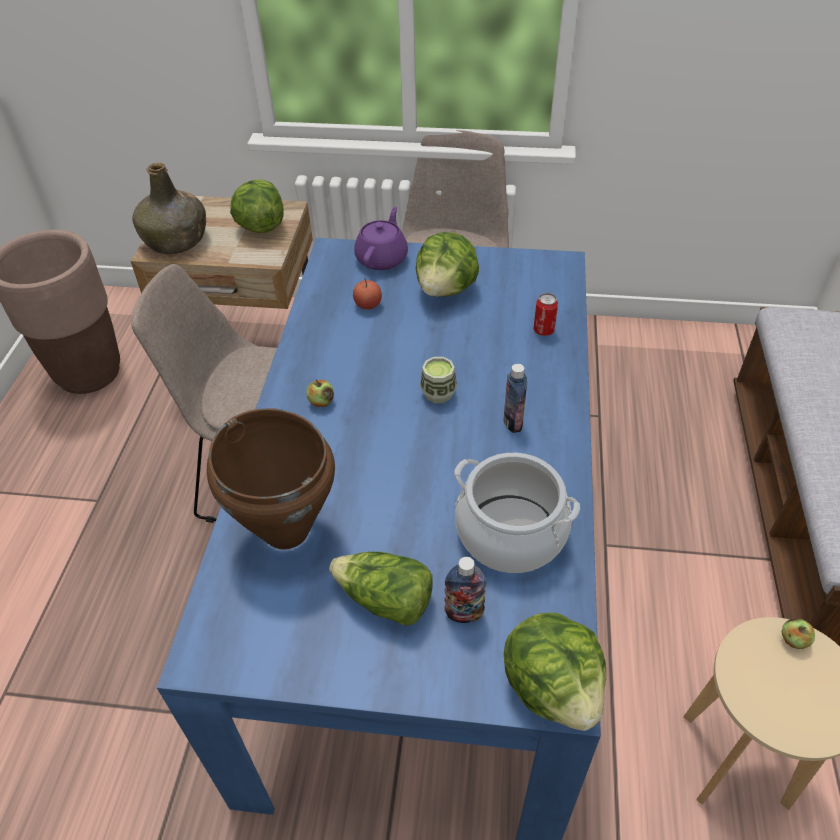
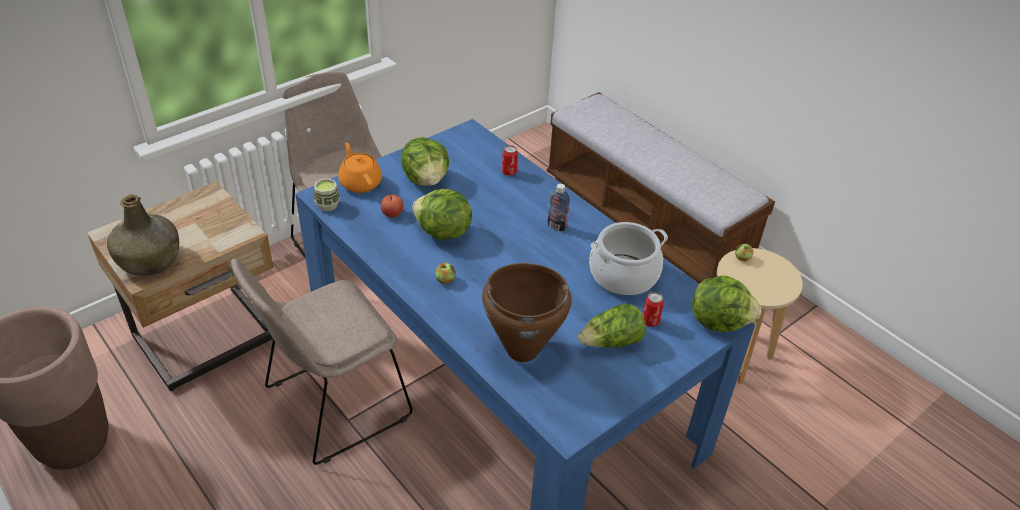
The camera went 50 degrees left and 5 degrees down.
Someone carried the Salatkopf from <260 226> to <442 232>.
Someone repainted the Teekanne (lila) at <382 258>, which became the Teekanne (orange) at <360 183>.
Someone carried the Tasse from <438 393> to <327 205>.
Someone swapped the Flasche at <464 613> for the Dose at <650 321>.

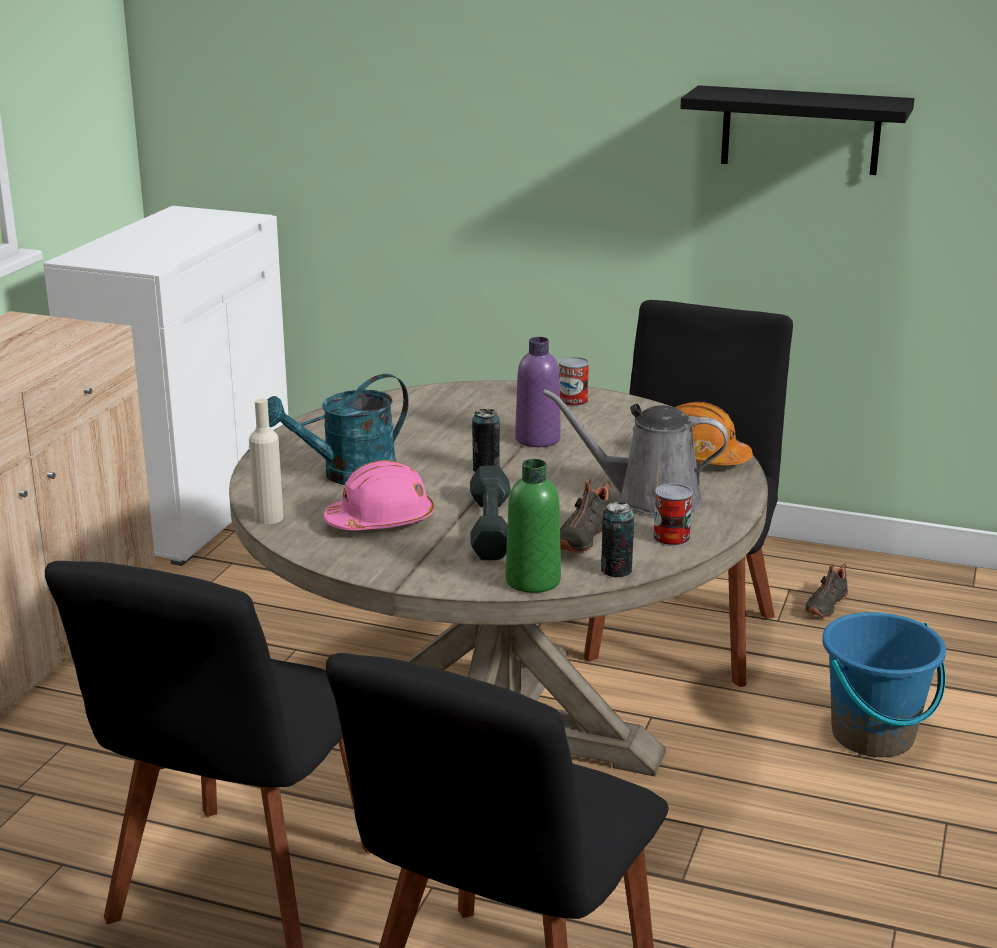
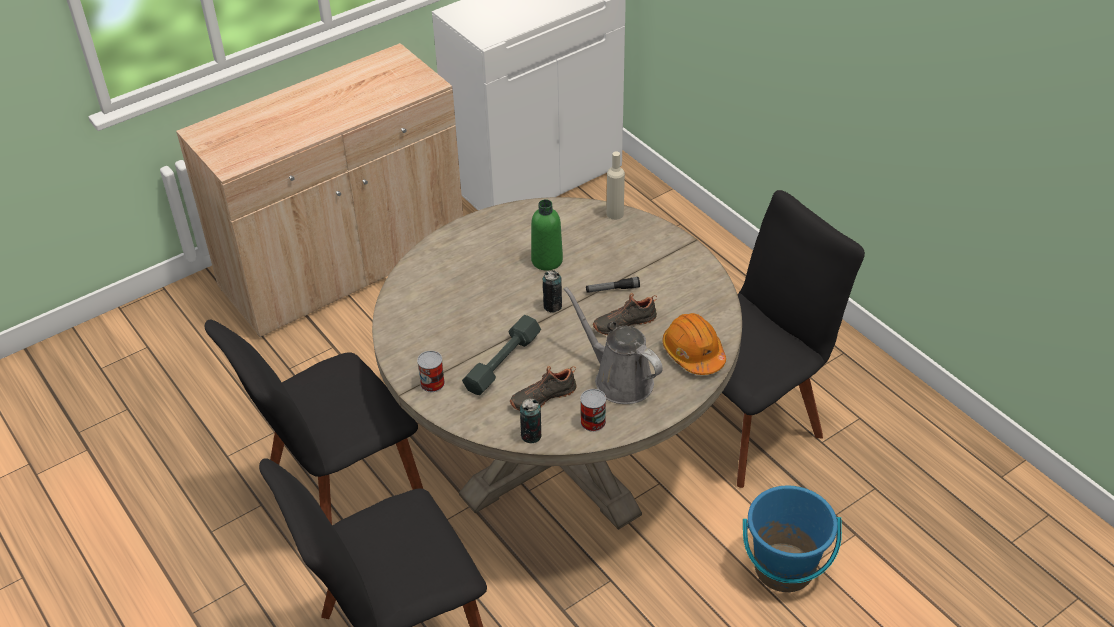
The camera went 35 degrees right and 20 degrees up.
Someone carried the Flasche (beige) from <269 518> to <615 214>.
Someone took away the Gießkanne (türkis) at <347 475>.
Someone took away the Schutzhelm (rosa) at <381 521>.
Someone carried the Flasche (grün) from <533 581> to <547 260>.
Someone swapped the Flasche (lila) at <537 439> for the Taschenlampe at <612 289>.
Someone carried the Dose from <572 401> to <432 383>.
Someone took away the Wandregal (schwarz) at <800 130>.
Someone carried the Schuh (schwarz) from <824 605> to <624 322>.

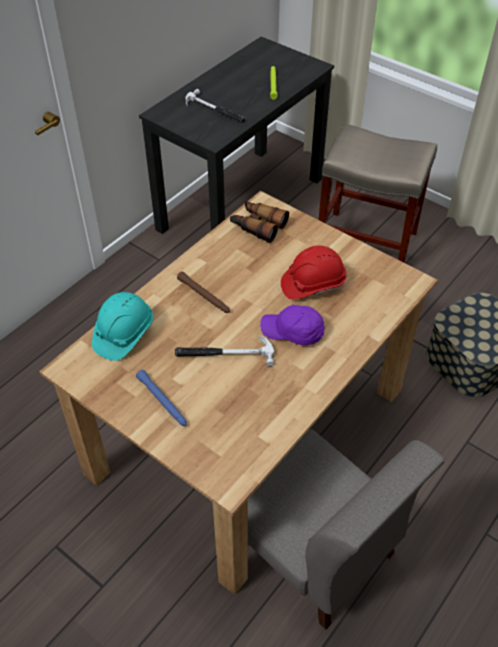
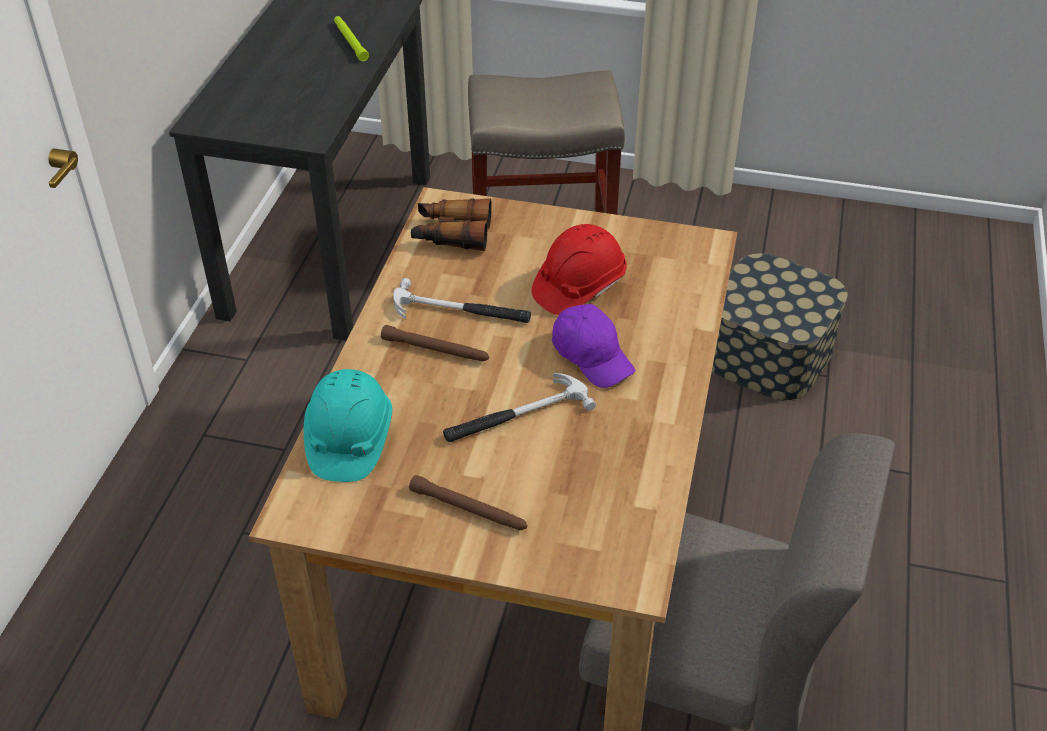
The camera went 25 degrees left and 5 degrees down.
Someone repainted the Taschenlampe (blau) at <162 401>, which became the Taschenlampe (braun) at <469 509>.
Someone carried the Hammer from <215 110> to <461 311>.
Someone rotated the Kappe (lila) at <293 332> by 120 degrees counterclockwise.

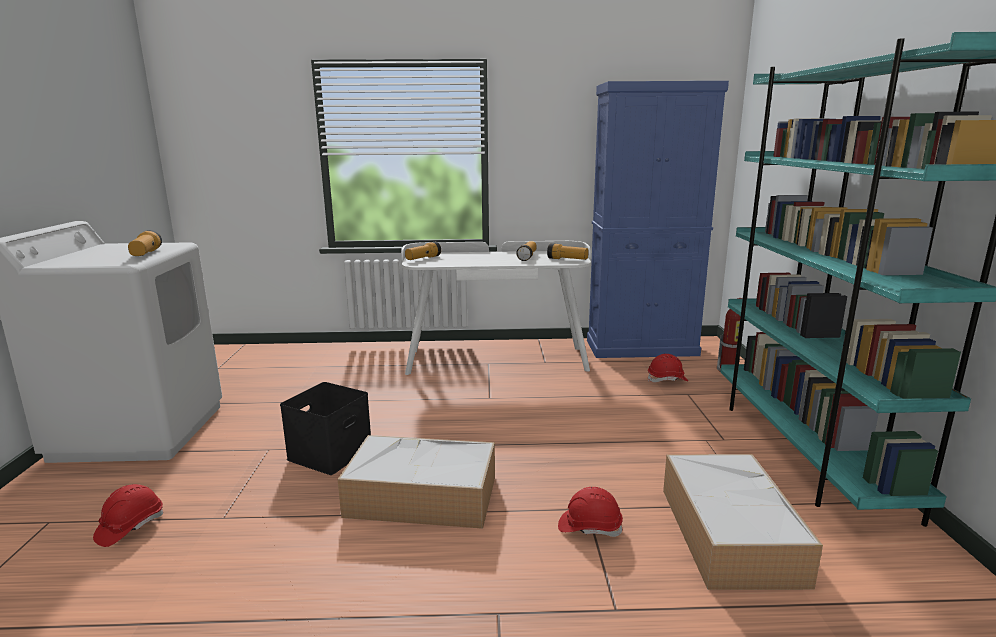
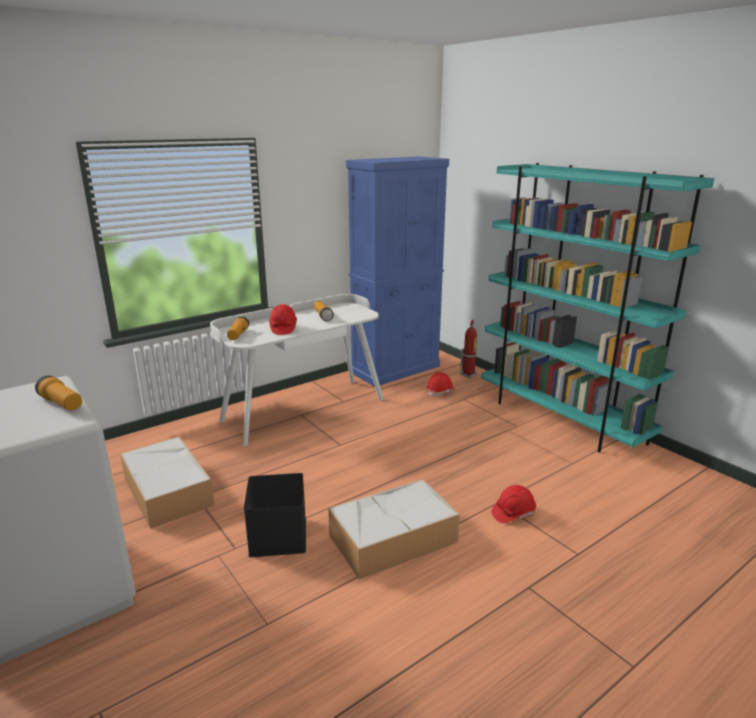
The camera went 35 degrees left and 5 degrees up.
Someone carried the Schutzhelm (rot) from <130 527> to <283 328>.
Someone took away the Taschenlampe at <567 259>.
Someone carried the Aufbewahrungsbox from <728 532> to <167 490>.

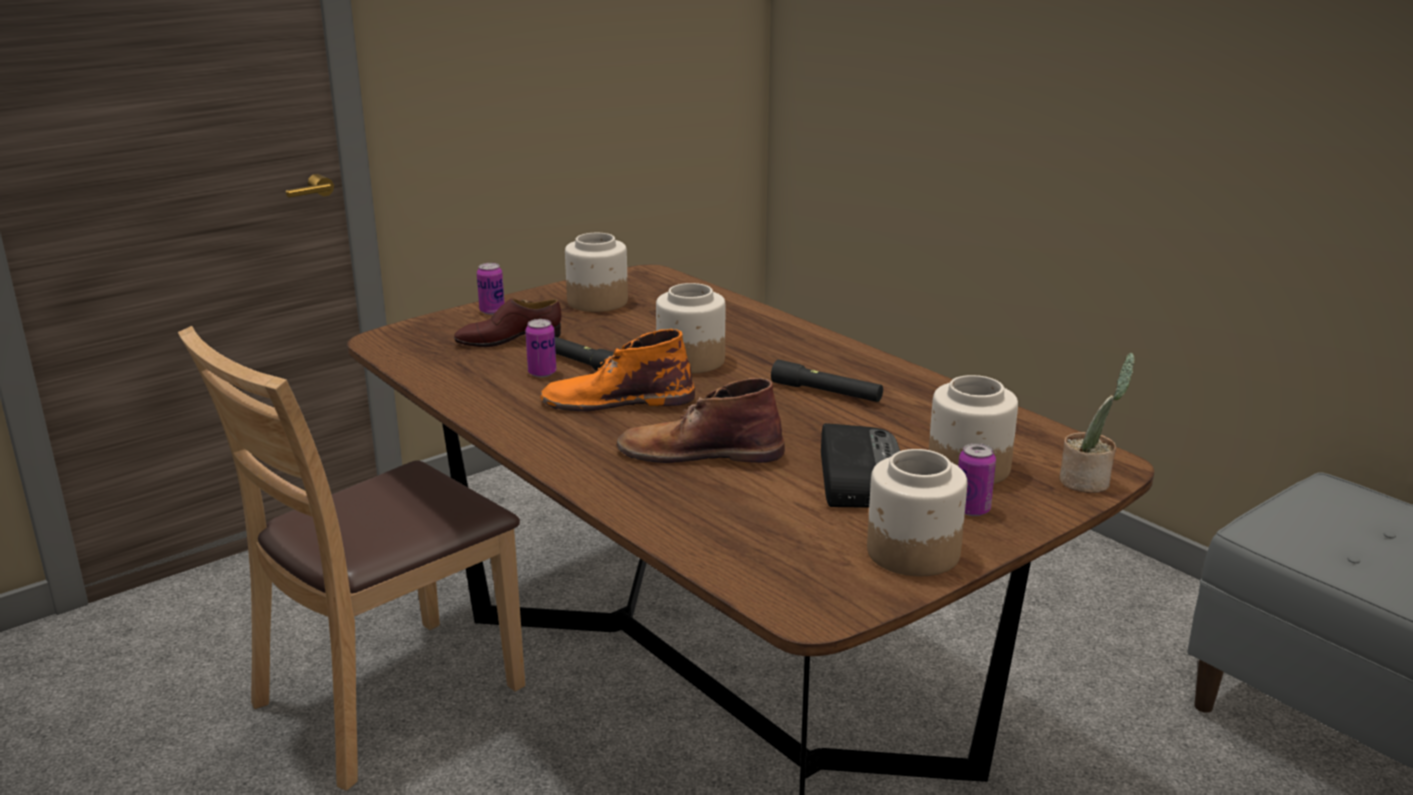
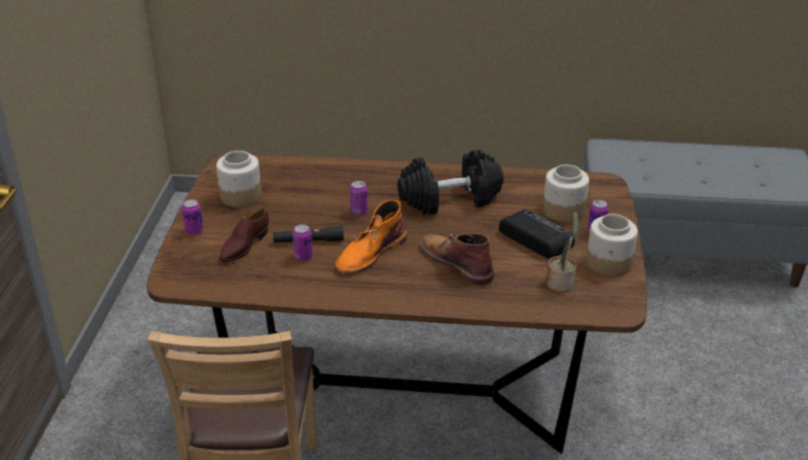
The camera went 45 degrees left and 10 degrees up.
Someone rotated the Stiefel (braun) at <699 452> by 90 degrees clockwise.
Someone swapped the Vorratsglas at <690 360> for the Dose at <359 212>.
Someone swapped the Taschenlampe (schwarz) at <826 392> for the Hantel (schwarz) at <450 199>.
Someone carried the Topfpflanze from <1088 481> to <561 282>.

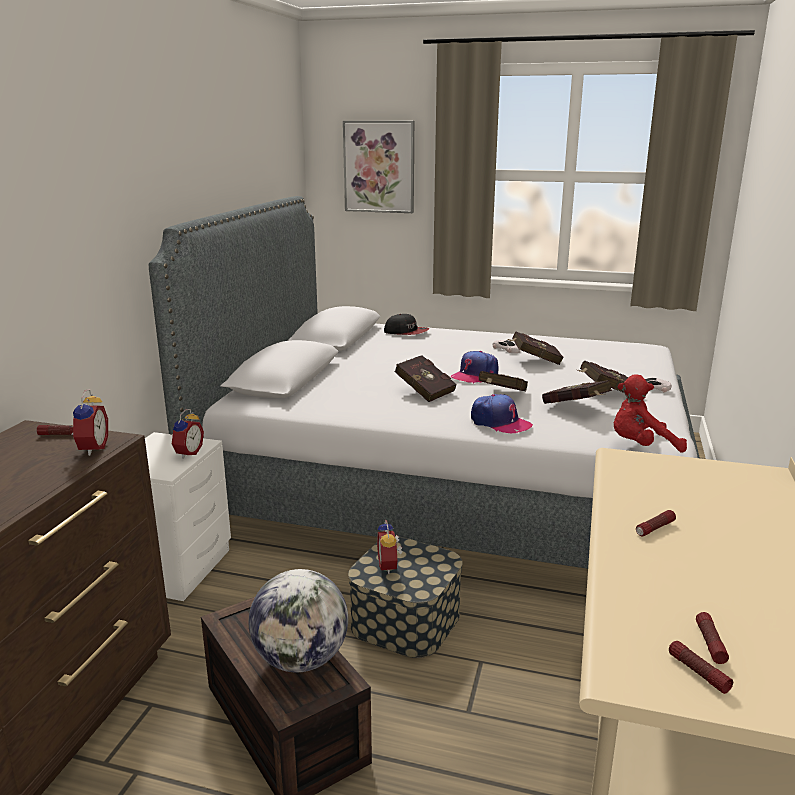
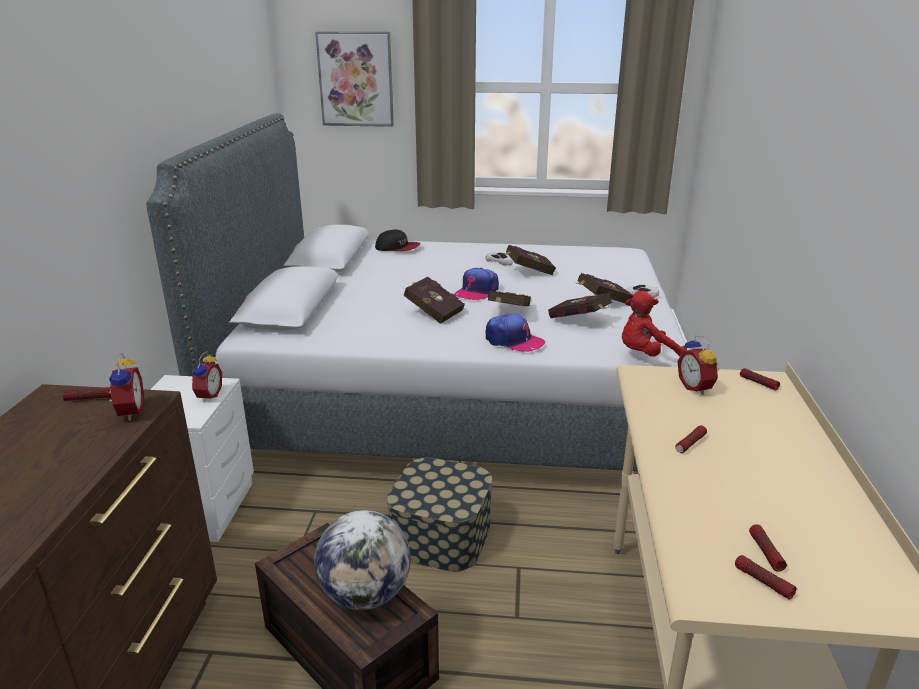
The camera went 10 degrees left and 5 degrees up.
Someone carried the Wecker from <390 566> to <696 387>.
Someone put down the Taschenlampe at <758 383>.

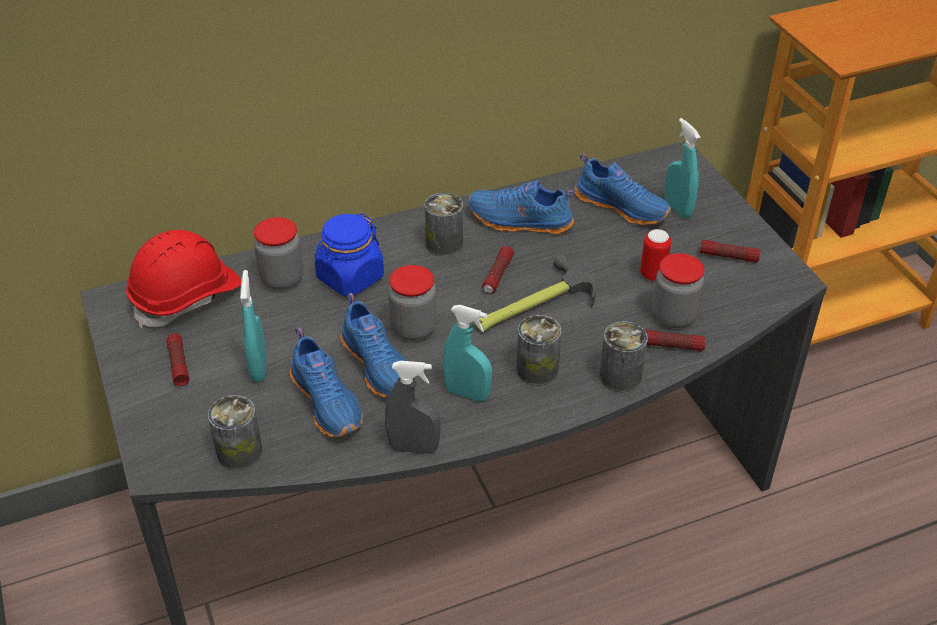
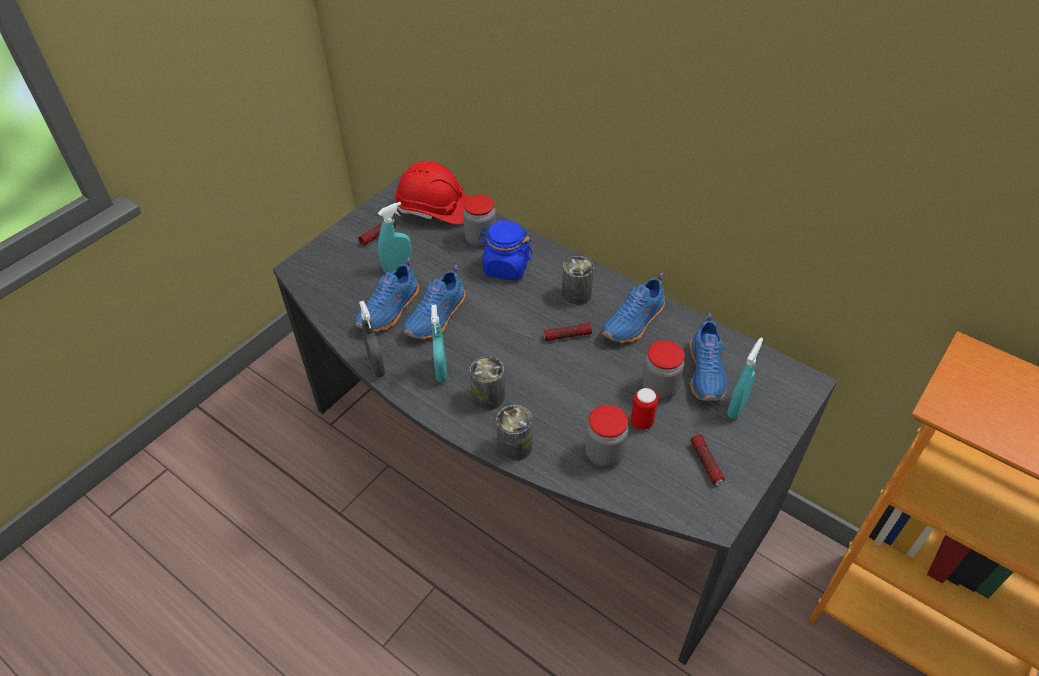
The camera went 60 degrees right and 5 degrees up.
Someone took away the Dose at <239 452>.
Someone carried the Vorratsglas from <413 328> to <659 388>.
Someone rotated the Schuh (blau) at <519 222> by 120 degrees counterclockwise.
Someone took away the Hammer at <531 306>.
Someone took away the Taschenlampe at <671 346>.

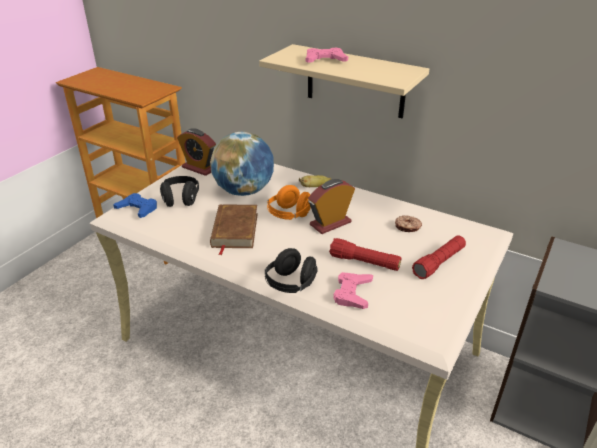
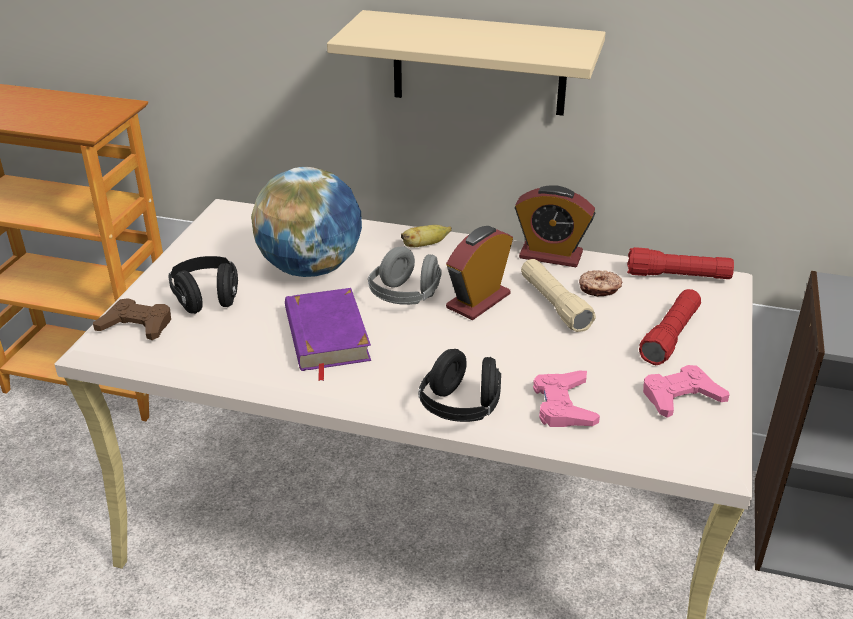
The camera went 15 degrees left and 0 degrees up.
Someone repainted the Gamepad (blau) at <137 209>, which became the Gamepad (braun) at <137 325>.
Someone carried the Wecker from <199 168> to <550 255>.
Someone repainted the Buch (braun) at <234 230>, which became the Buch (lila) at <326 336>.
Someone repainted the Kopfhörer (orange) at <289 215>, which became the Kopfhörer (grau) at <405 297>.
Someone carried the Gamepad (rosa) from <325 60> to <681 397>.
Someone carried the Taschenlampe (rot) from <364 262> to <678 276>.
Someone put down the Taschenlampe (beige) at <554 305>.

